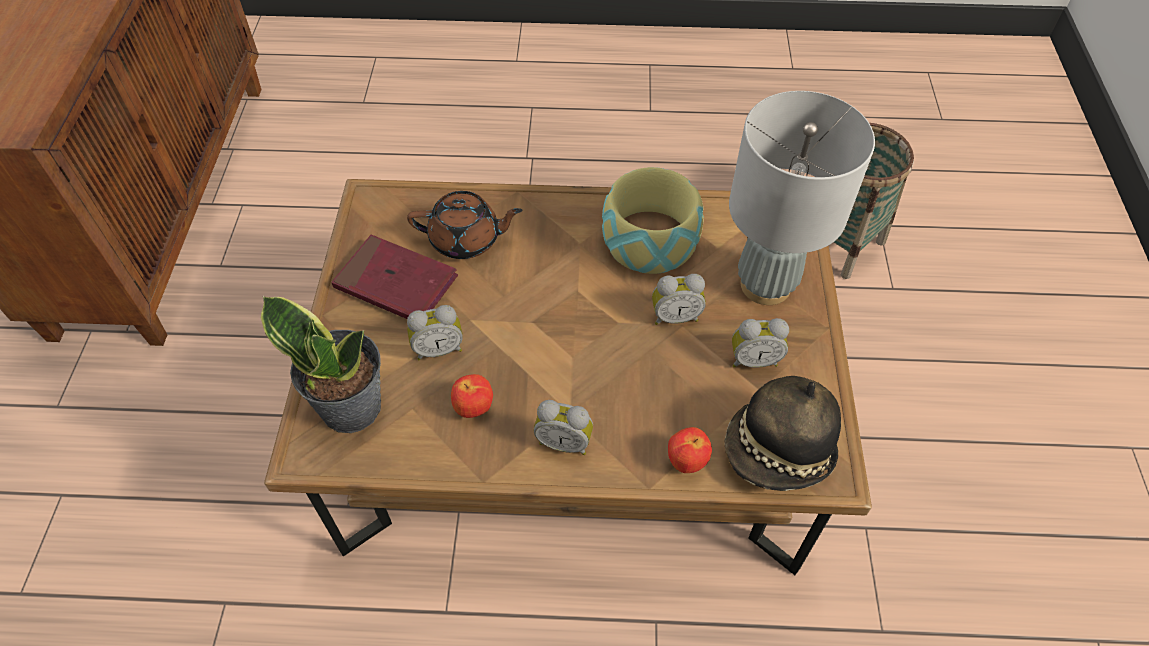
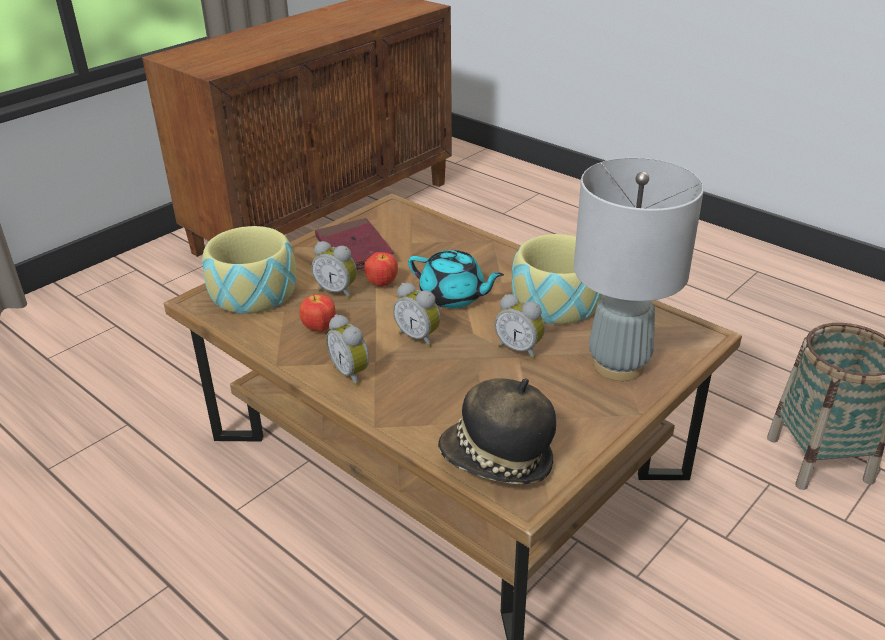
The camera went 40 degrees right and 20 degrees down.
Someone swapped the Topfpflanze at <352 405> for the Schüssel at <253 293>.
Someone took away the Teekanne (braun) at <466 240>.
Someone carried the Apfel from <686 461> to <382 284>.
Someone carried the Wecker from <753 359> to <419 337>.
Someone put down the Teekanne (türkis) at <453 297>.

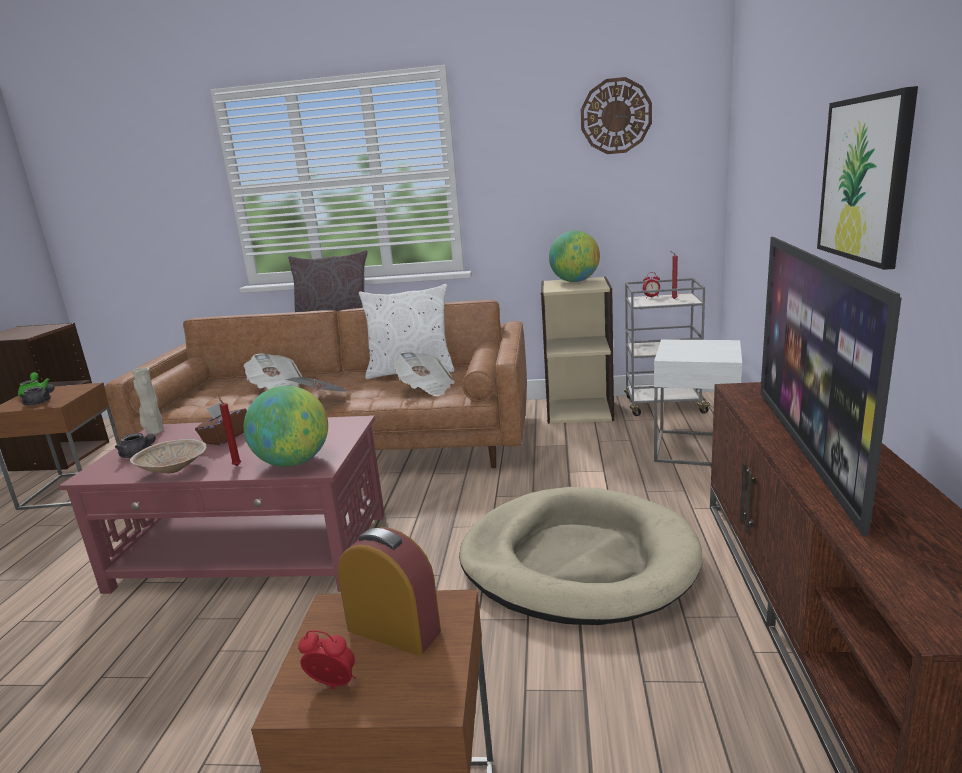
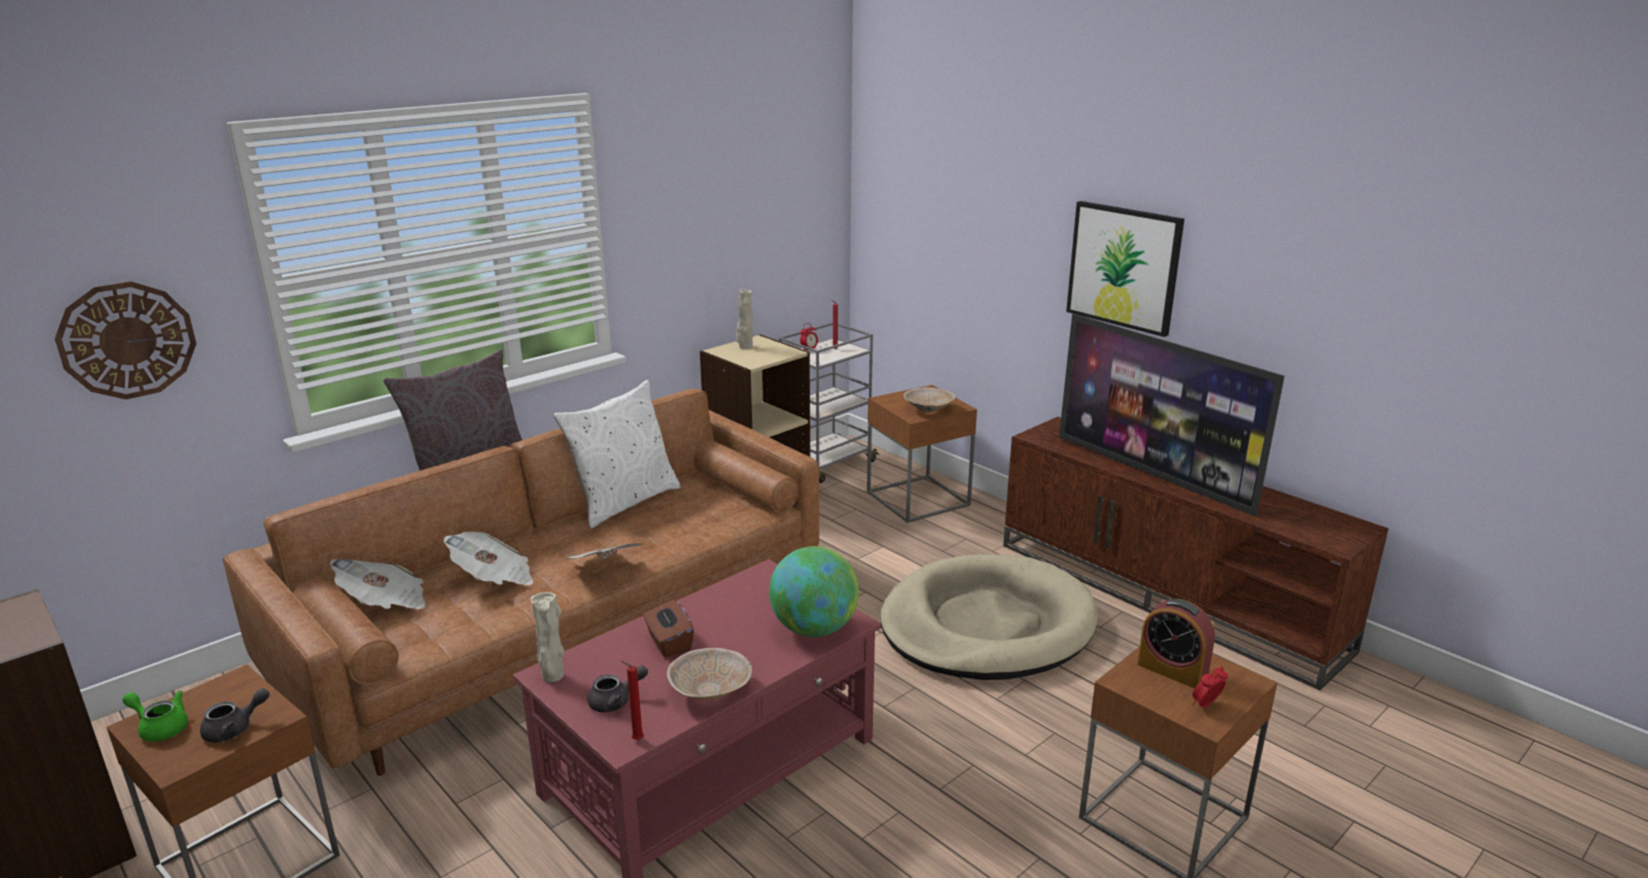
The camera went 50 degrees left and 5 degrees up.
Someone carried the Kerze (rot) from <236 465> to <636 740>.
Someone rotated the Wecker at <393 630> by 120 degrees counterclockwise.
Someone carried the Zeitung from <425 388> to <385 602>.
Someone swapped the Globus at <575 281> for the Vase (beige) at <745 347>.
Someone carried the Wanduhr from <616 116> to <127 340>.
Someone repainted the Beistelltisch (weiß) at <695 448>, which became the Beistelltisch (braun) at <918 498>.
Someone put down the Schüssel (beige) at <928 409>.

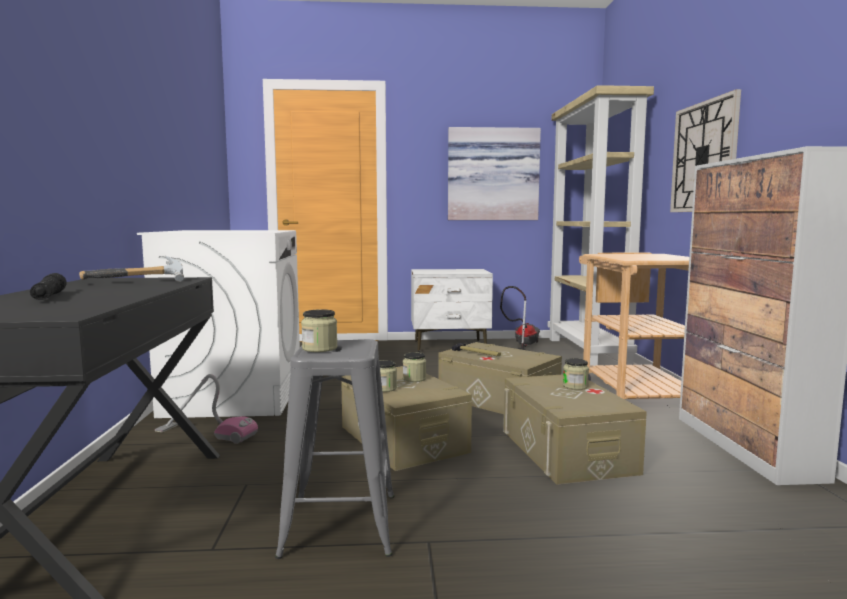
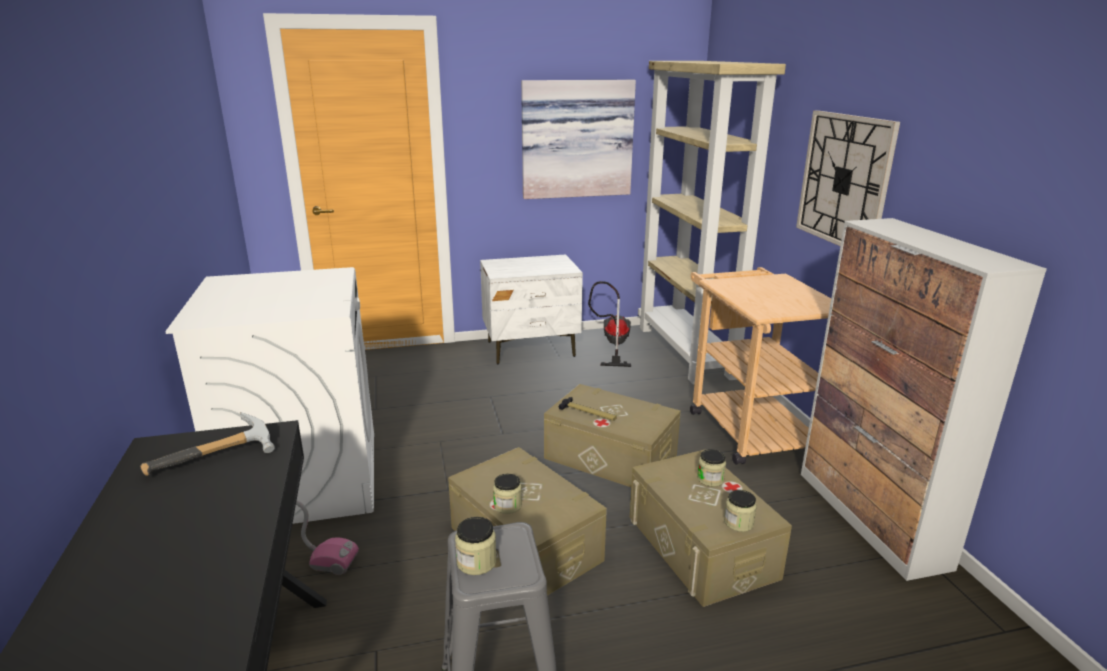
The camera went 10 degrees left and 15 degrees up.
Someone took away the Taschenlampe (schwarz) at <49 297>.
Someone carried the Vorratsglas from <414 379> to <738 522>.

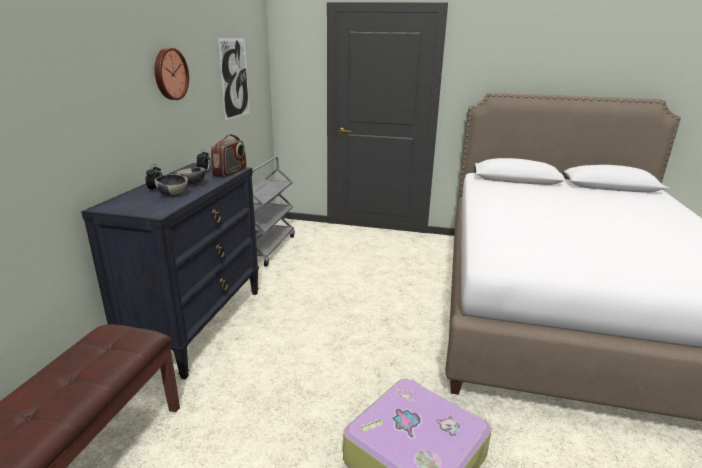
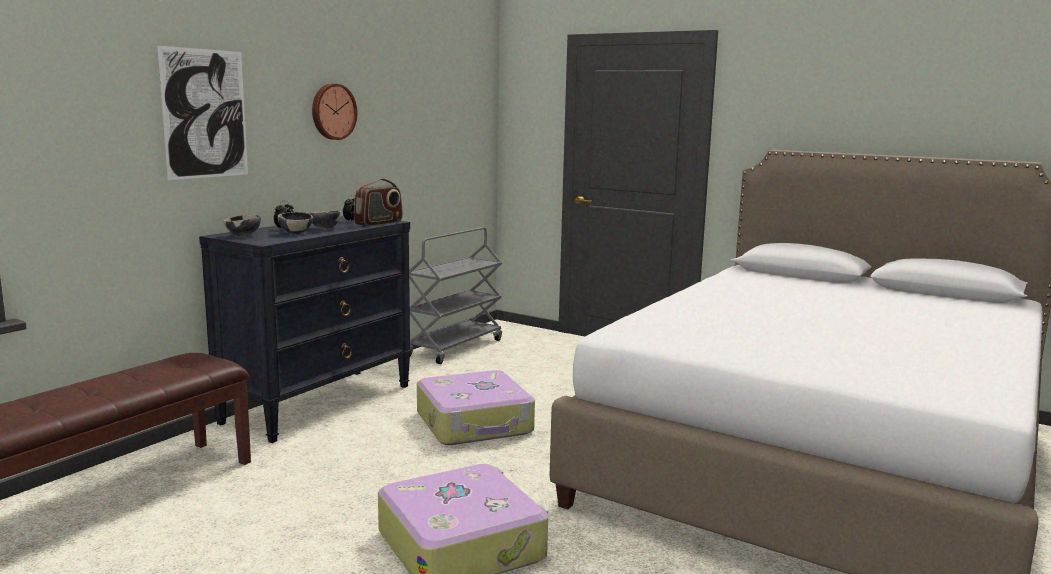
The camera went 20 degrees right and 10 degrees down.
Someone carried the Bild from <234 78> to <205 114>.
Someone put down the Schüssel at <243 235>.
Someone put down the Koffer at <475 423>.

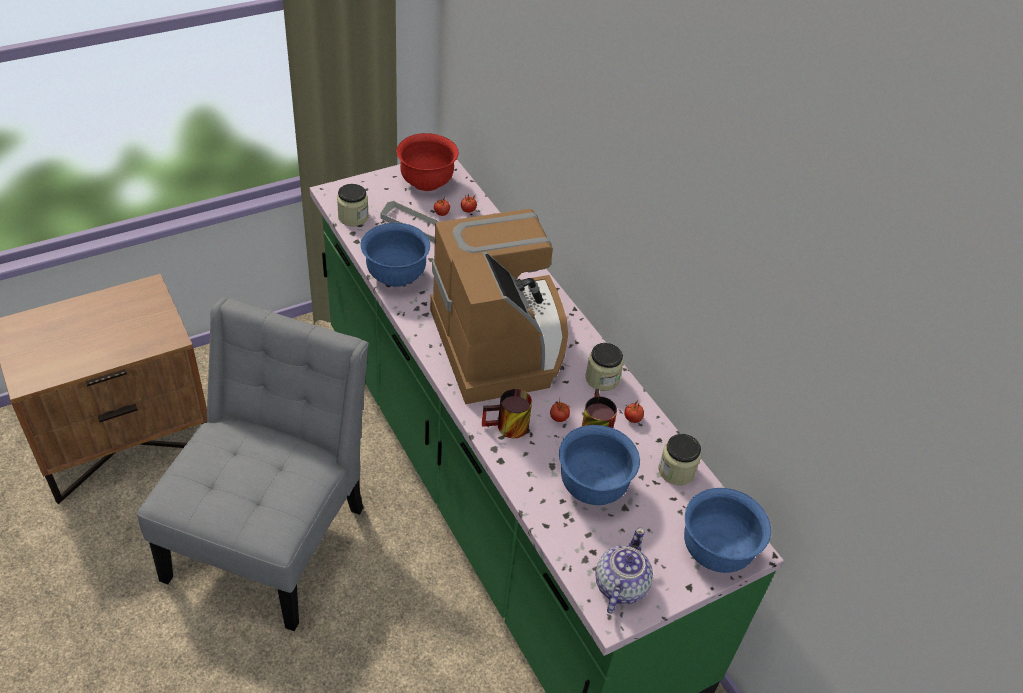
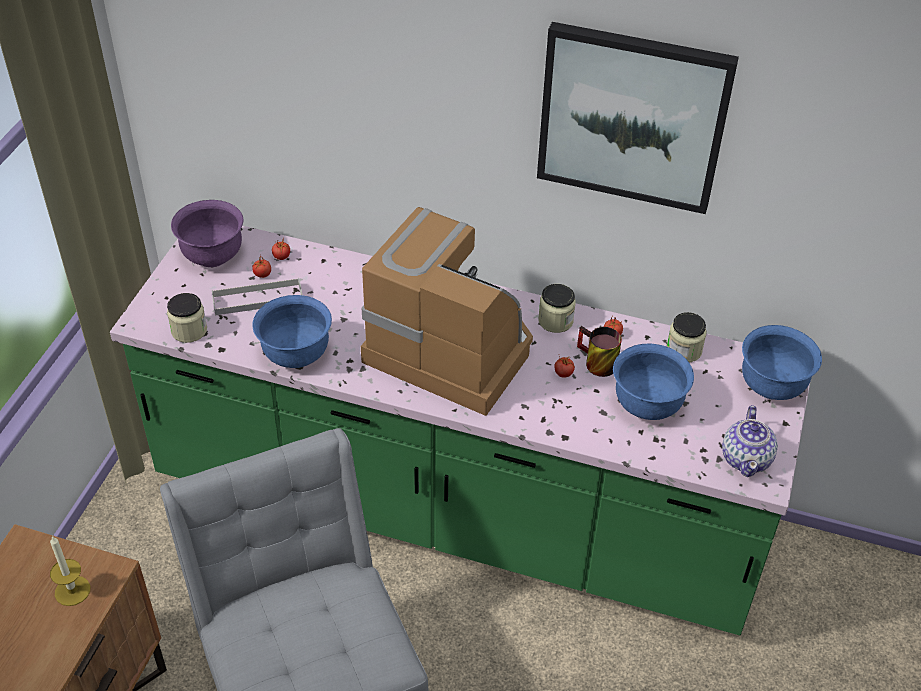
The camera went 40 degrees left and 0 degrees up.
Someone repainted the Schüssel (rot) at <427 182>, which became the Schüssel (lila) at <213 256>.
Someone took away the Henkelbecher at <507 428>.
Someone rotated the Teekanne at <619 586> by 150 degrees counterclockwise.
Someone put down the Kerze at <72 590>.
Someone put up the Bild at <632 117>.

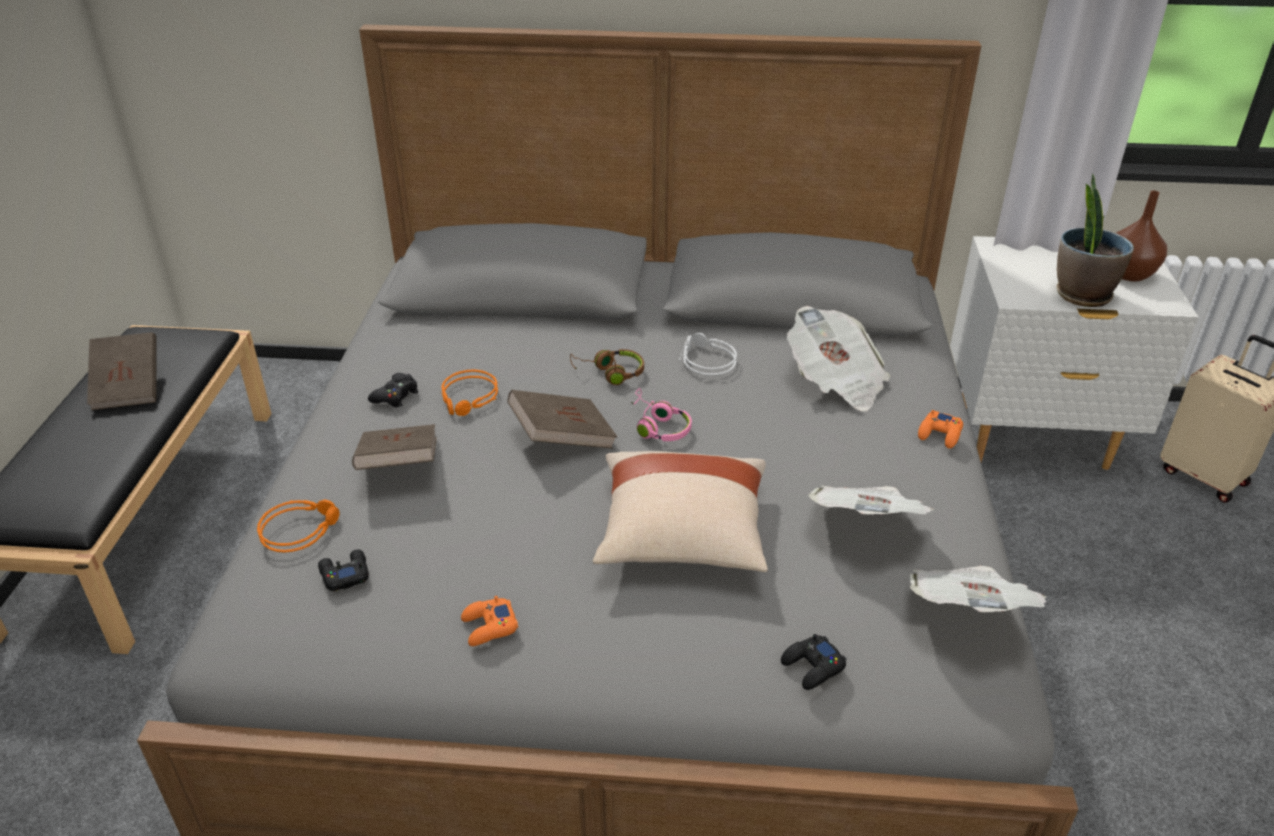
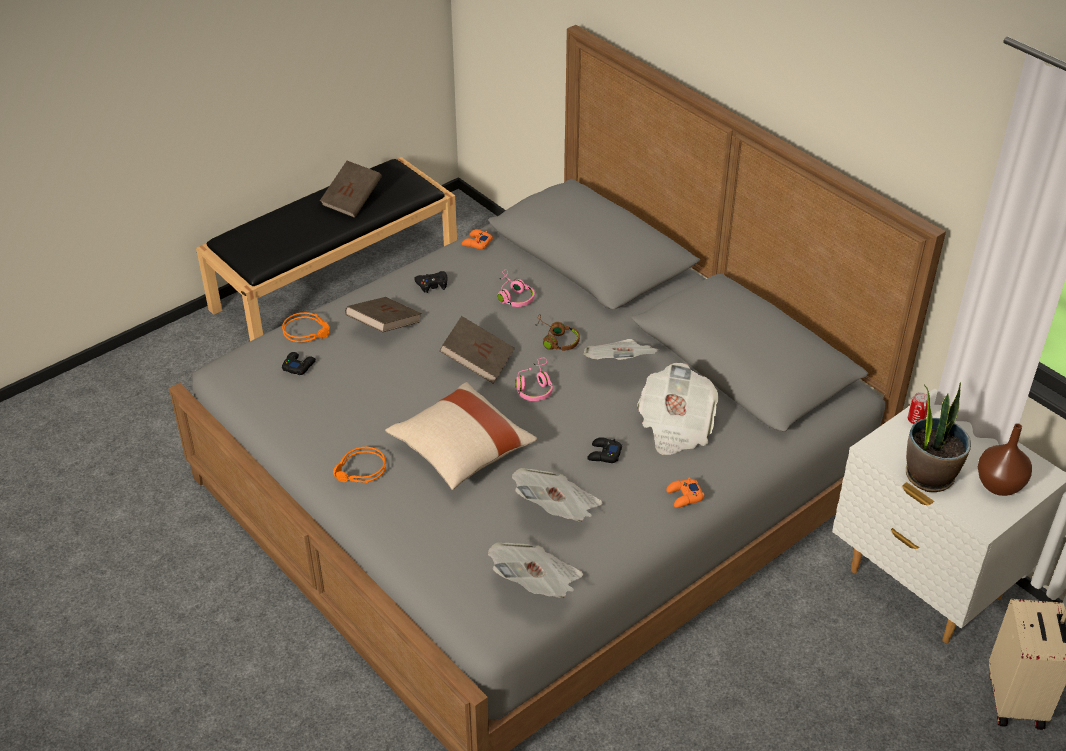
The camera went 45 degrees right and 5 degrees up.
Someone carried the Kopfhörer (orange) from <470 399> to <360 471>.
Someone carried the Gamepad (orange) from <489 627> to <476 243>.
Someone swapped the Kopfhörer (grau) at <705 361> for the Zeitung at <619 365>.
Someone carried the Gamepad (schwarz) from <813 667> to <604 454>.
Someone put down the Kopfhörer (rosa) at <513 296>.
Someone put down the Dose at <916 420>.

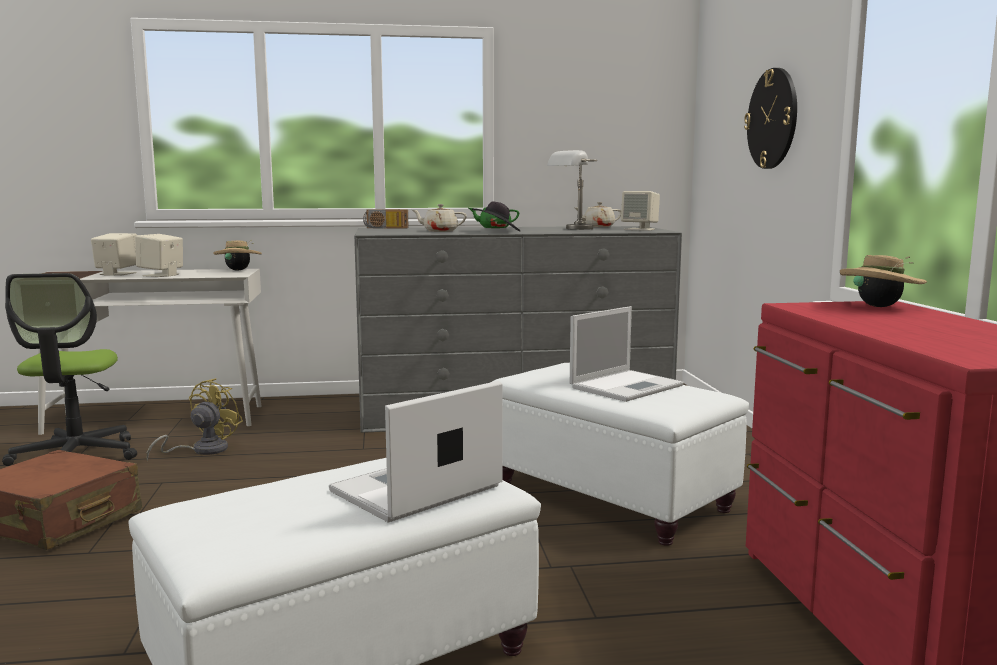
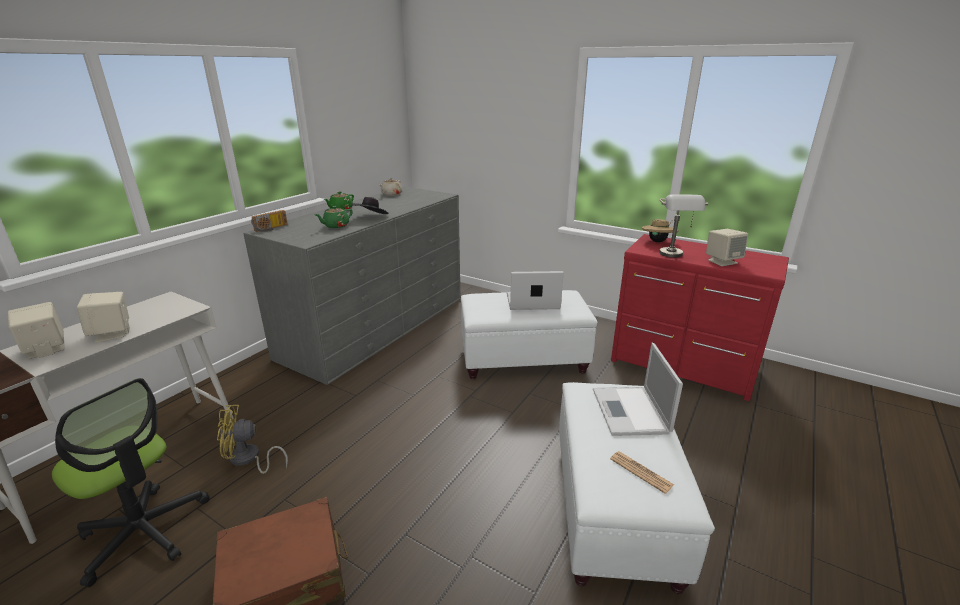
The camera went 50 degrees left and 15 degrees up.
Someone rotated the Ventilator (gelb) at <202 450> by 75 degrees counterclockwise.
Someone took away the Hut (beige) at <238 270>.
Someone repainted the Teekanne (beige) at <439 231>, which became the Teekanne (grün) at <336 226>.
Someone carried the Tischlampe (grau) from <572 229> to <673 256>.
Someone rotated the Laptop at <627 386> by 90 degrees counterclockwise.
Someone carried the Lautsprecher (beige) from <640 229> to <722 261>.
Someone took away the Wanduhr at <772 119>.
Someone put down the Zeitung at <641 472>.

